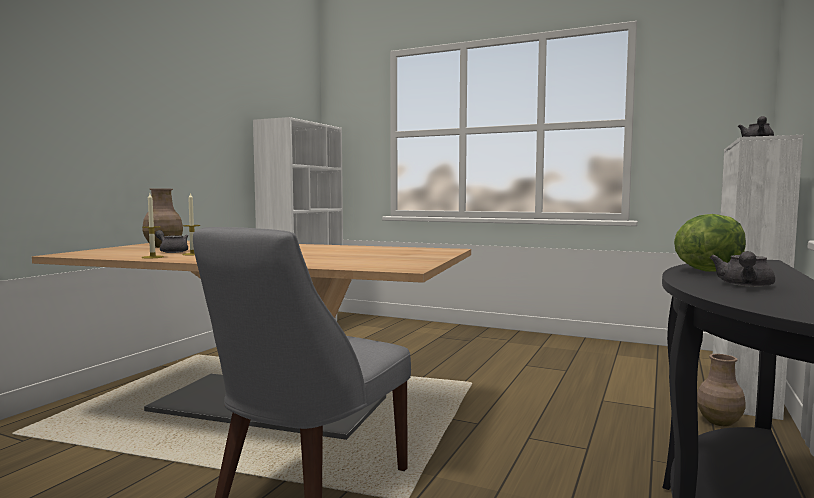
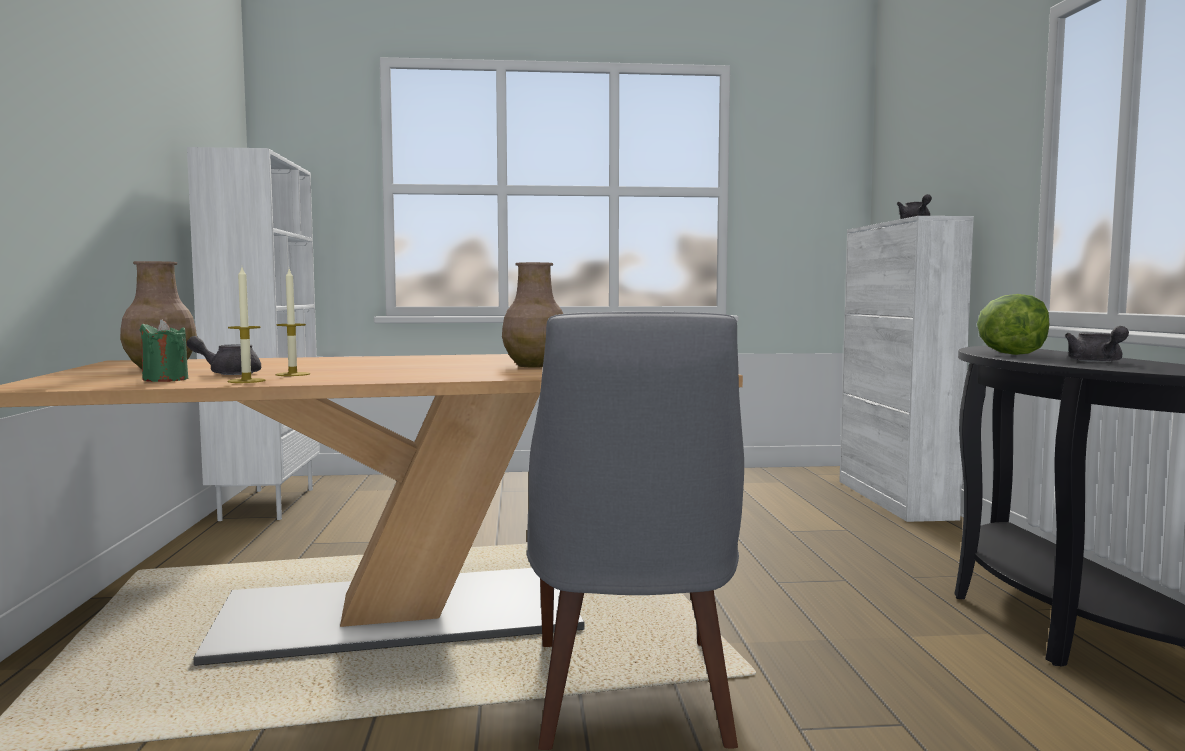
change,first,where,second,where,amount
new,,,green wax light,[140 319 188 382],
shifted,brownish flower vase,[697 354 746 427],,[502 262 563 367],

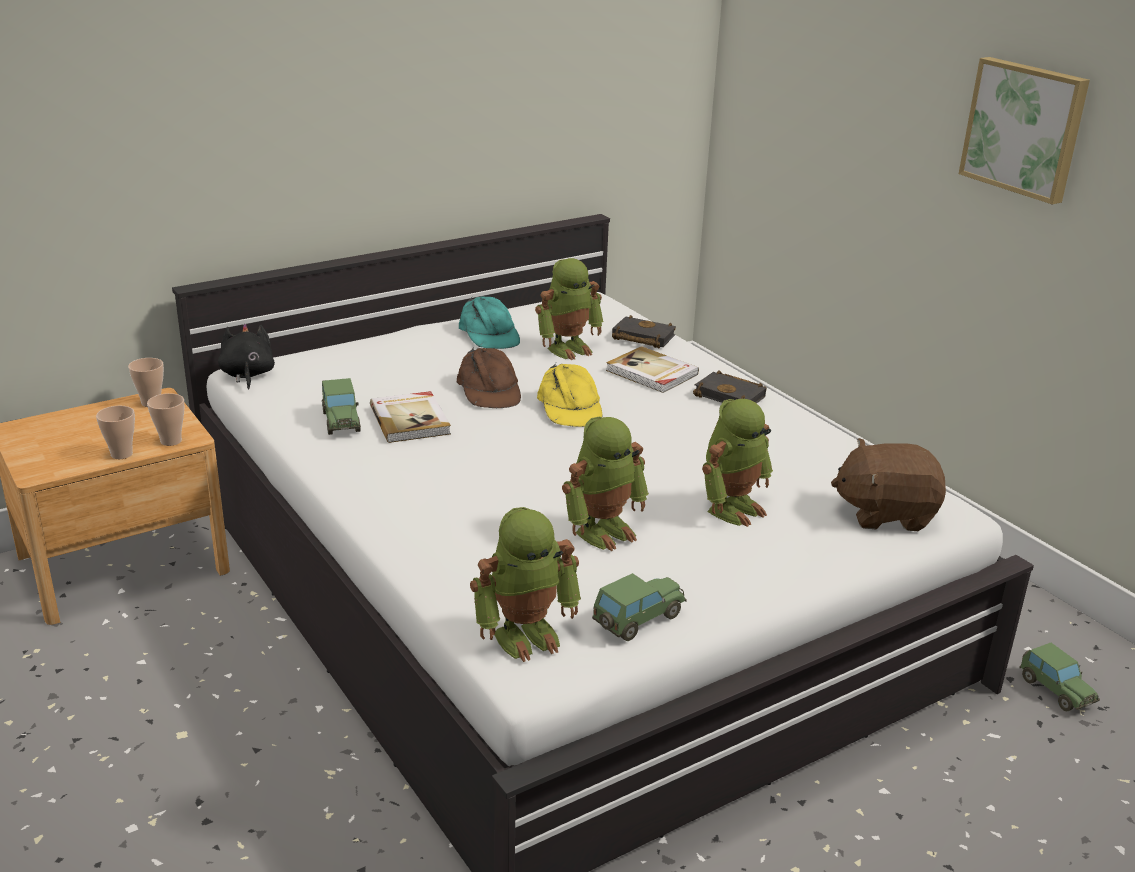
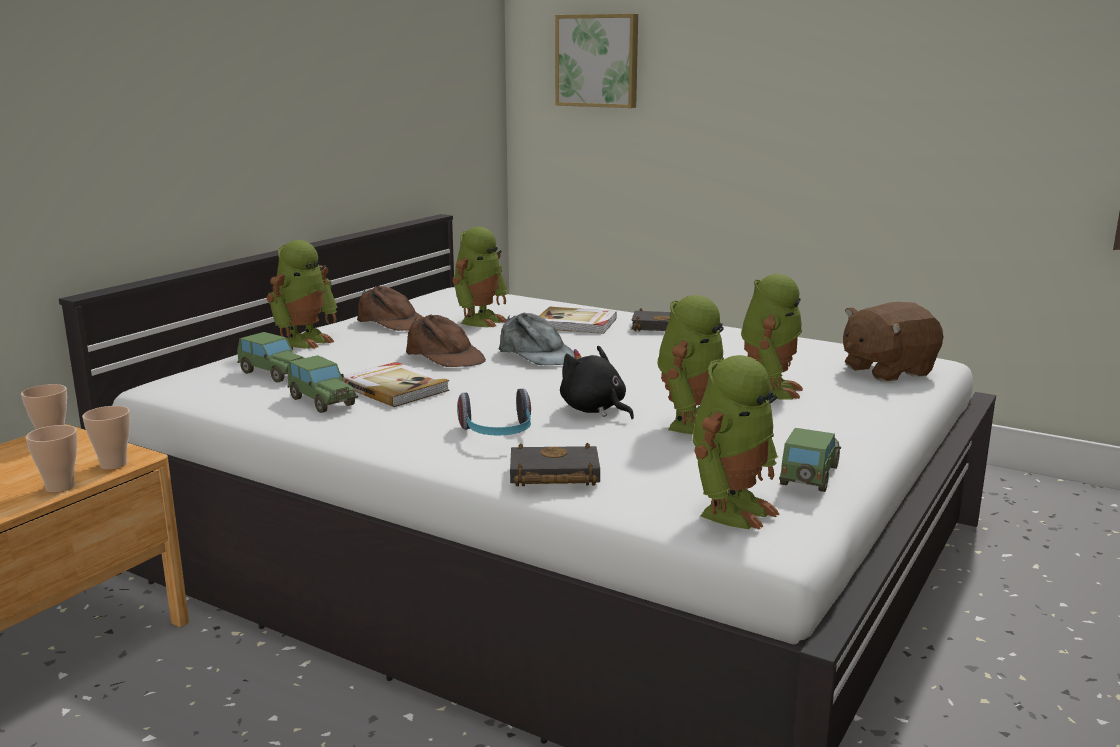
change,first,where,second,where,amount
shifted,toy car,[1019 643 1100 711],,[237 332 304 383],
new,,,model robot,[267 240 338 349],
repainted,turquoise-coloured baseball cap,[459 296 520 349],brownish baseball cap,[357 286 424 331],
new,,,headset,[457 388 531 436],
repainted,yellow baseball cap,[537 363 602 427],gray baseball cap,[499 313 575 365],
shifted,black-coloured volume,[612 315 676 348],,[510 442 600 486],
shifted,wall picture,[959 57 1090 204],,[555 14 638 108],
shifted,black-coloured cuddly toy,[218 324 275 390],,[560 345 634 419],

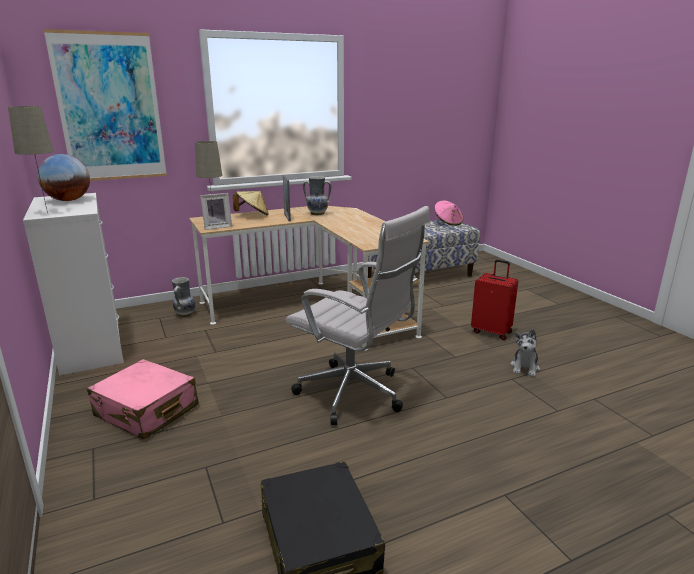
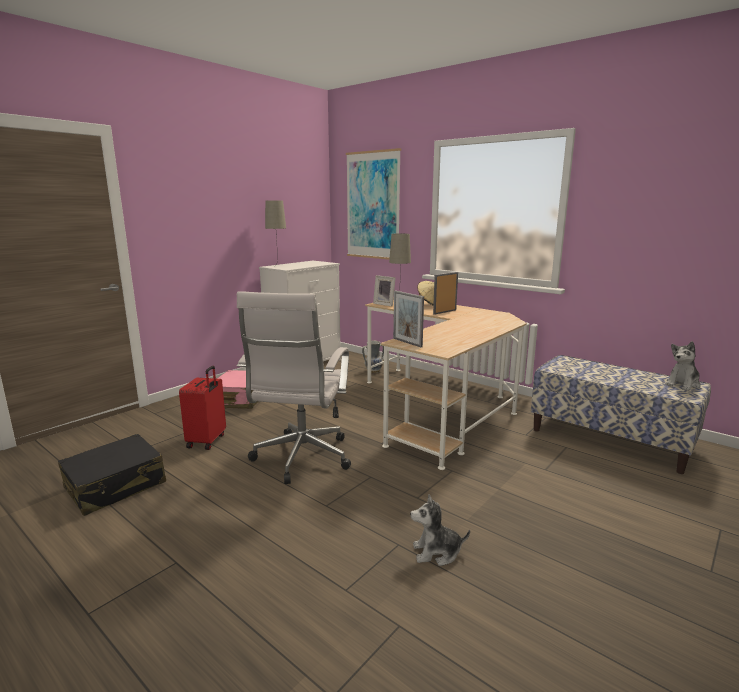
change,first,where,second,where,amount
shifted,red-coloured piece of luggage,[471 259 518 340],,[179 366 226 450],
new,,,picture frame,[393 291 424 347],
swapped,pink-coloured hat,[434 201 463 226],cuddly toy,[665 341 700 391],
gone,desk globe,[37 154 90 201],,,
gone,flower vase,[303 176 331 215],,,

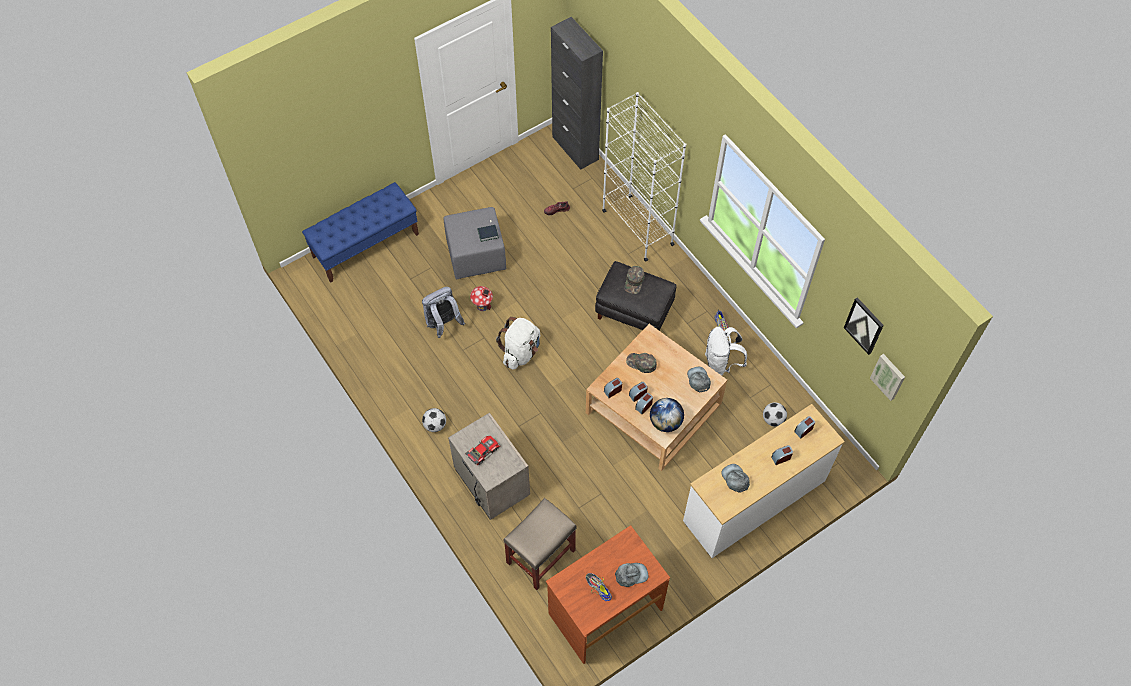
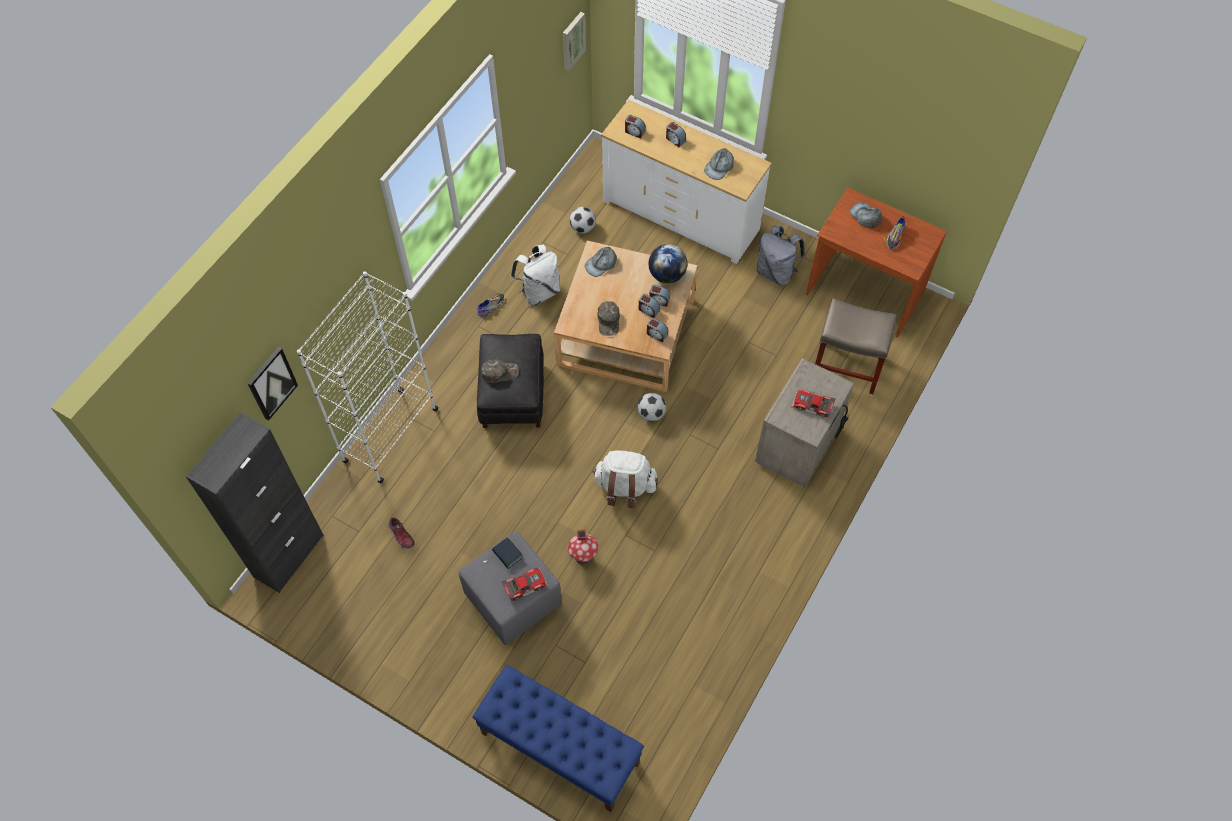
change,first,where,second,where,amount
shifted,wall picture,[844 297 884 355],,[247 347 298 421],
new,,,toy car,[502 568 548 601],
shifted,football ball,[422 408 446 432],,[637 393 666 422],
shifted,gray rucksack,[422 287 465 338],,[756 226 805 286],

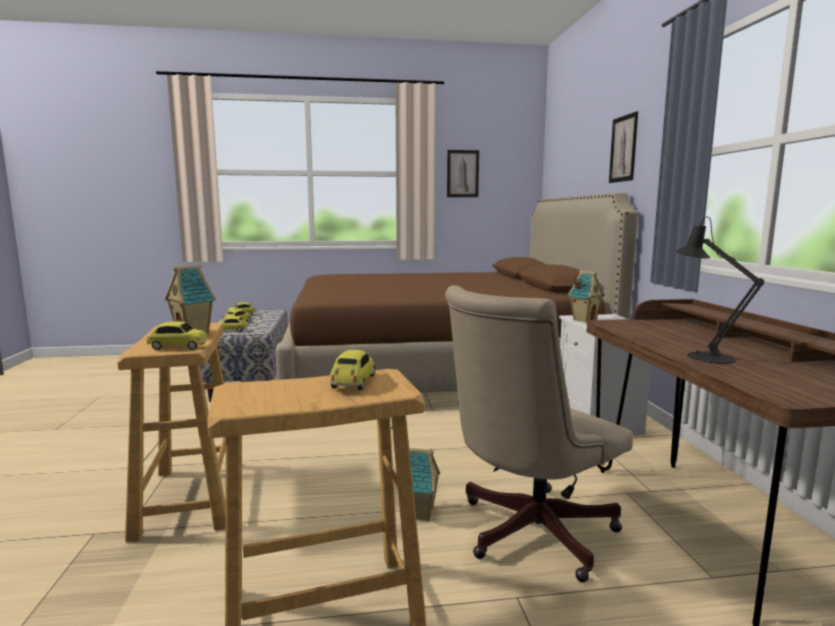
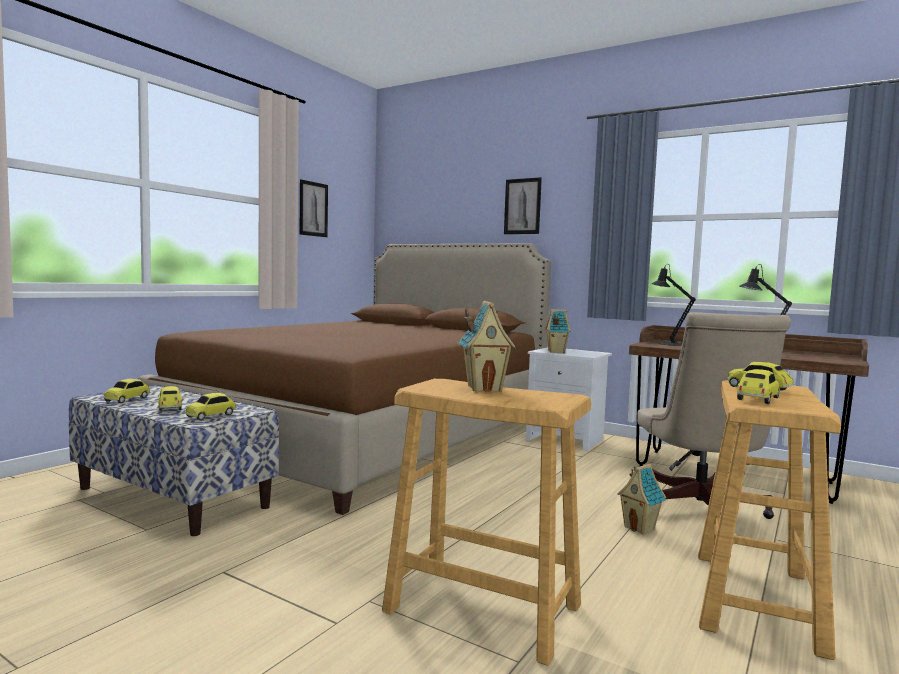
change,first,where,second,where,amount
new,,,black-coloured tabletop lamp,[651 264 696 346],
shifted,toy car,[146 321 208 350],,[737 369 780 404],

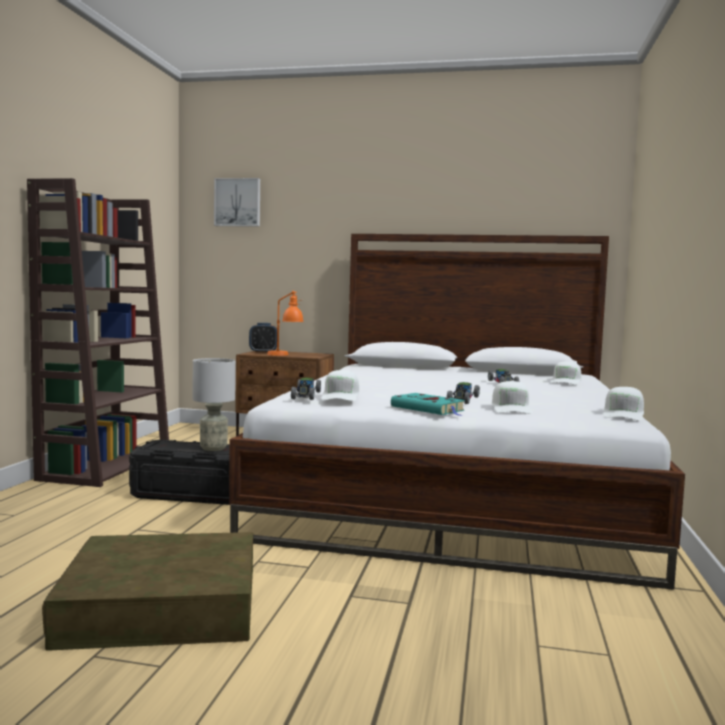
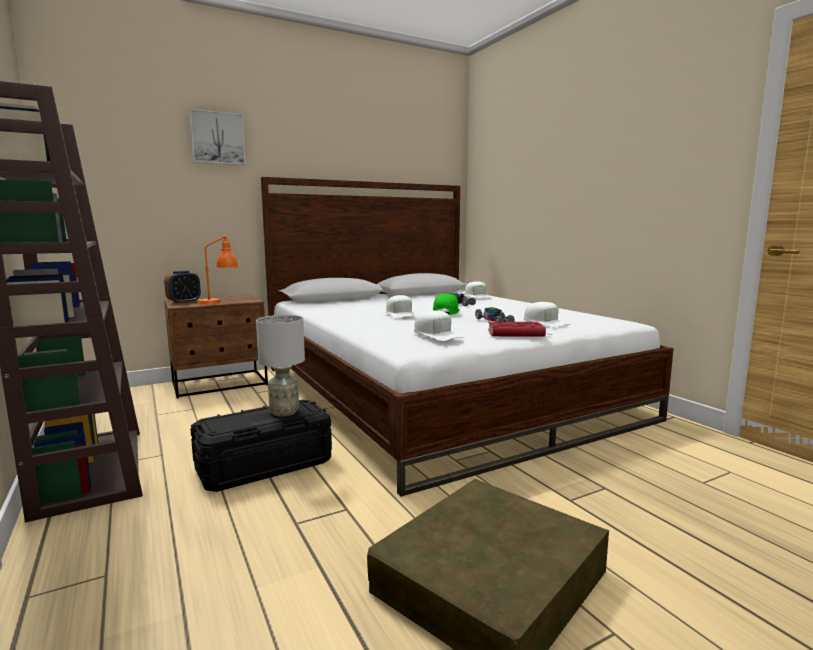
change,first,where,second,where,amount
shifted,wall picture,[214 178 260 227],,[189 109 245 165],
shifted,white-coloured baseball cap,[603 387 644 421],,[386 295 417 318],
new,,,green baseball cap,[433 294 460 315],
repainted,turquoise-coloured volume,[391 393 465 416],red-coloured volume,[488 322 552 337],
gone,toy car,[291 378 321 400],,,

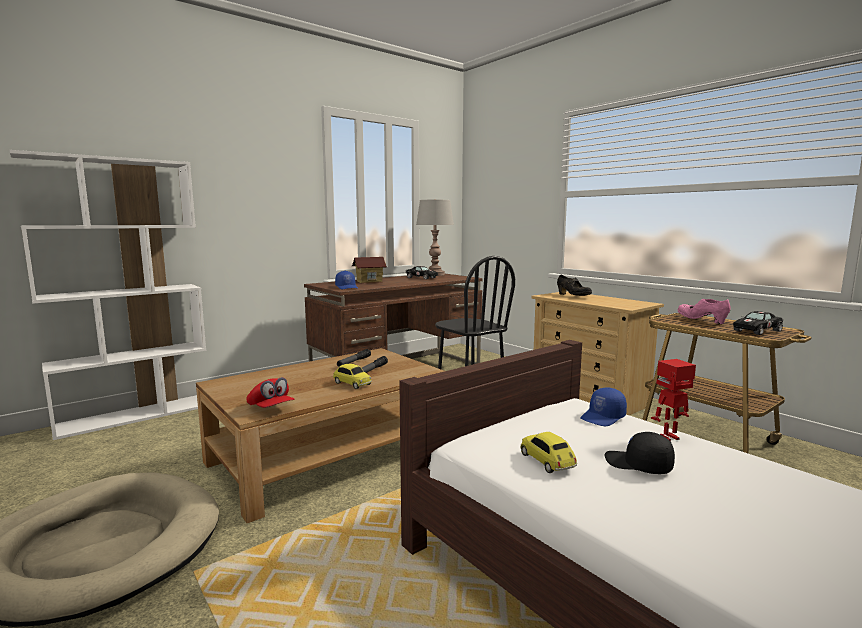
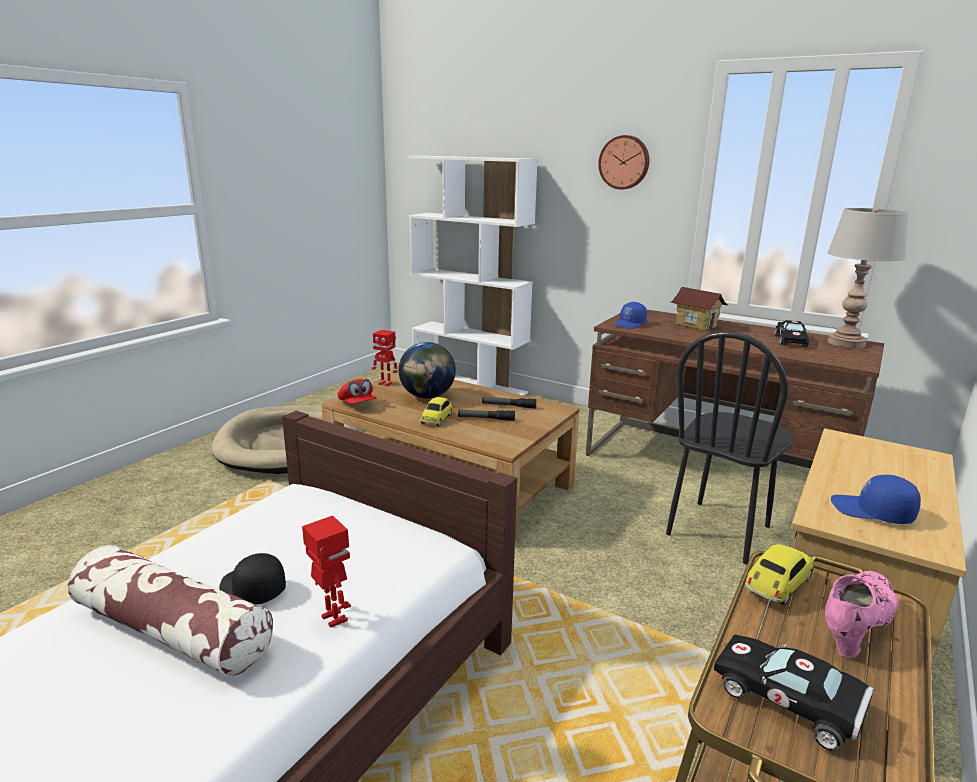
change,first,where,second,where,amount
new,,,throw pillow,[68 545 273 677],
rotated,black-coloured baseball cap,[604 432 675 474],,[219 553 286 605],75 degrees counterclockwise
rotated,red-coloured baseball cap,[246 377 295 408],,[338 379 377 404],60 degrees counterclockwise
new,,,model robot,[371 330 398 386],
new,,,desk globe,[399 342 456 399],
new,,,clock on the wall,[598 135 649 190],
shifted,toy car,[520 432 577 473],,[745 544 814 606],
shifted,blue baseball cap,[580 387 627 426],,[831 475 921 524],
gone,black-coloured shoe,[557 274 592 296],,,

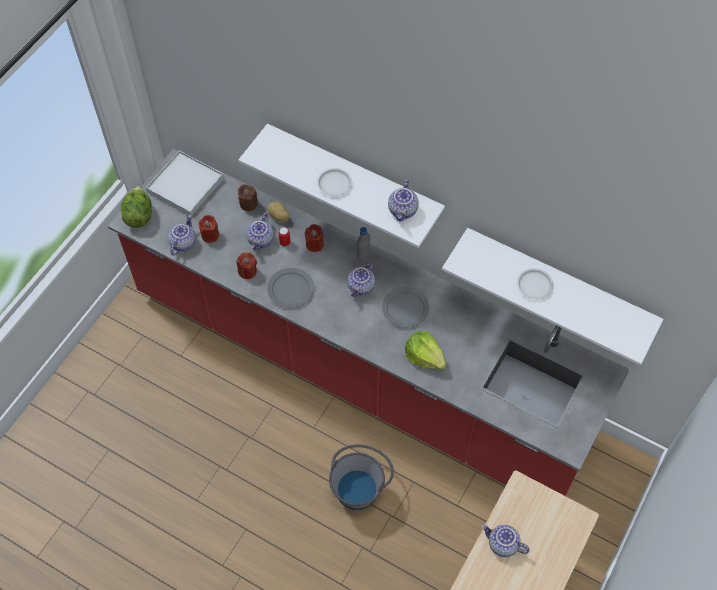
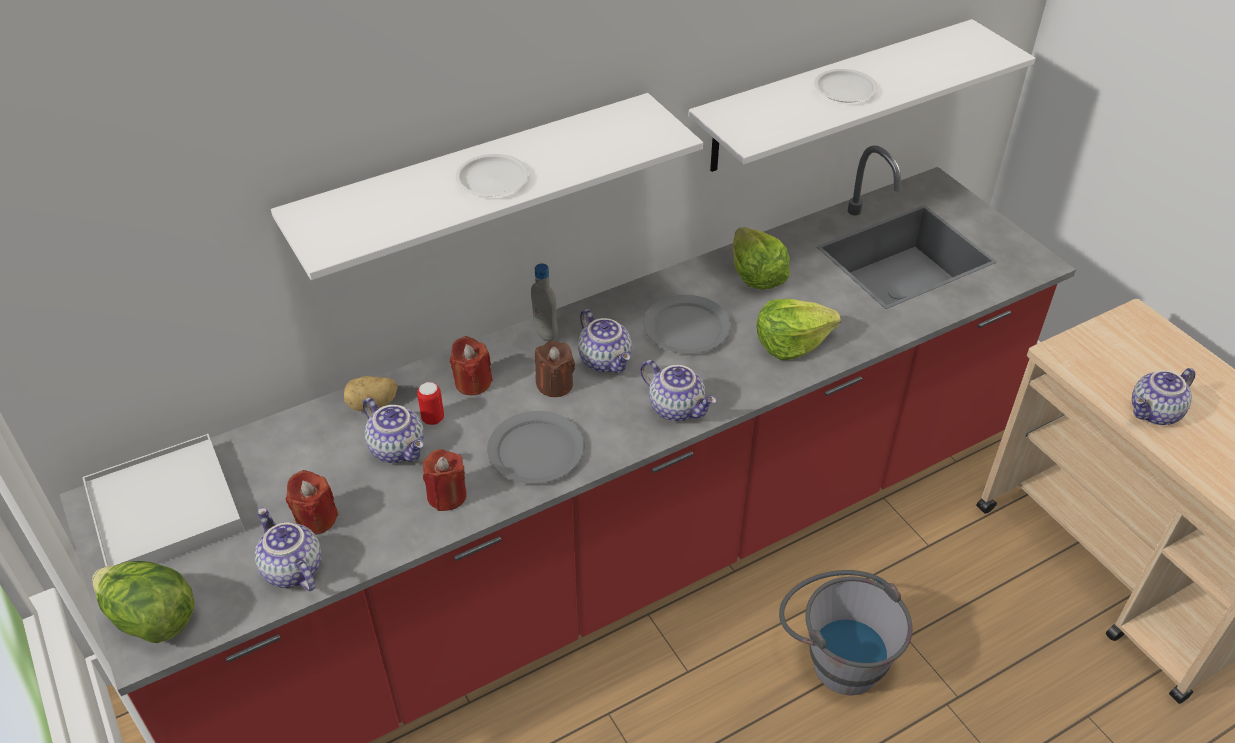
change,first,where,second,where,amount
shifted,brownish wax light,[238 184 258 211],,[535 341 575 397],
shifted,pot for tea,[388 179 419 222],,[640 360 717 421],
new,,,lettuce,[733 227 790 290],

